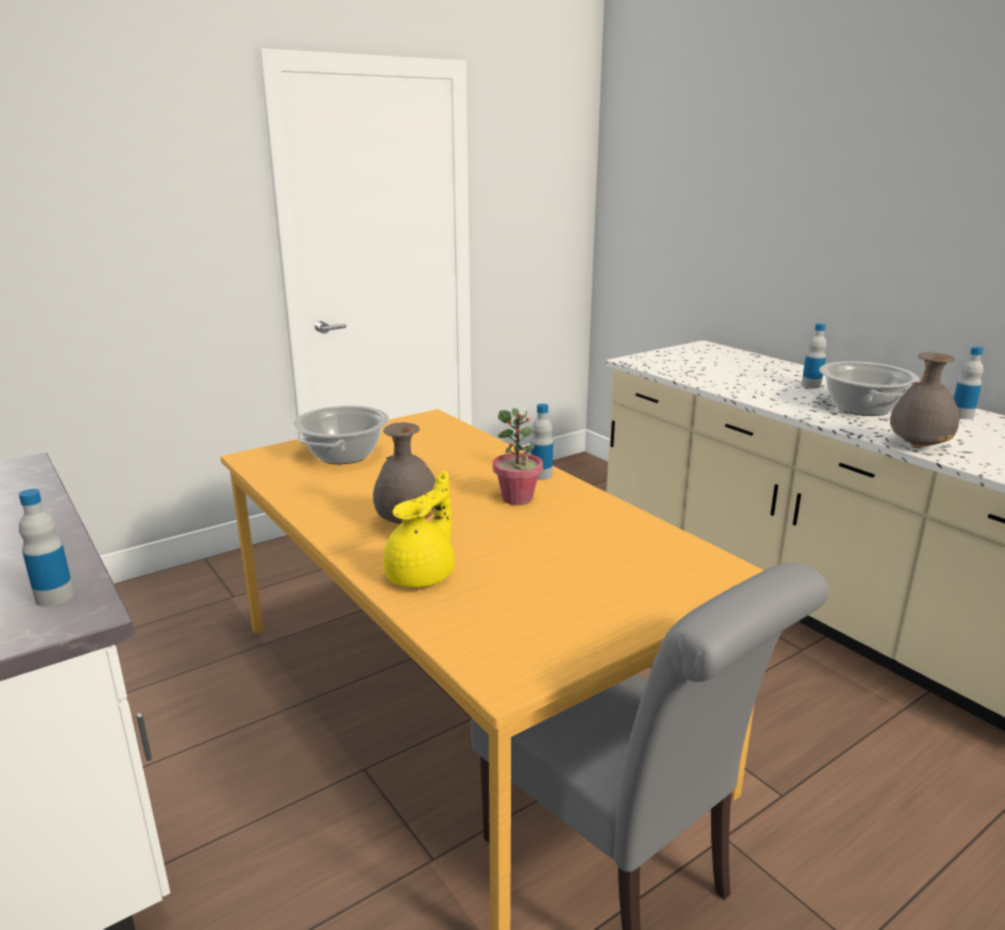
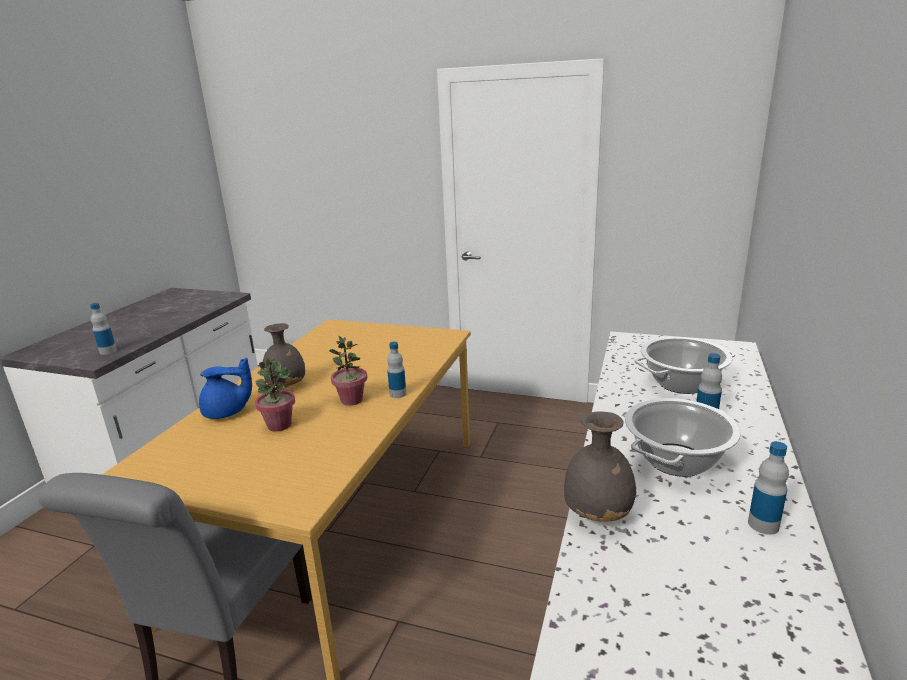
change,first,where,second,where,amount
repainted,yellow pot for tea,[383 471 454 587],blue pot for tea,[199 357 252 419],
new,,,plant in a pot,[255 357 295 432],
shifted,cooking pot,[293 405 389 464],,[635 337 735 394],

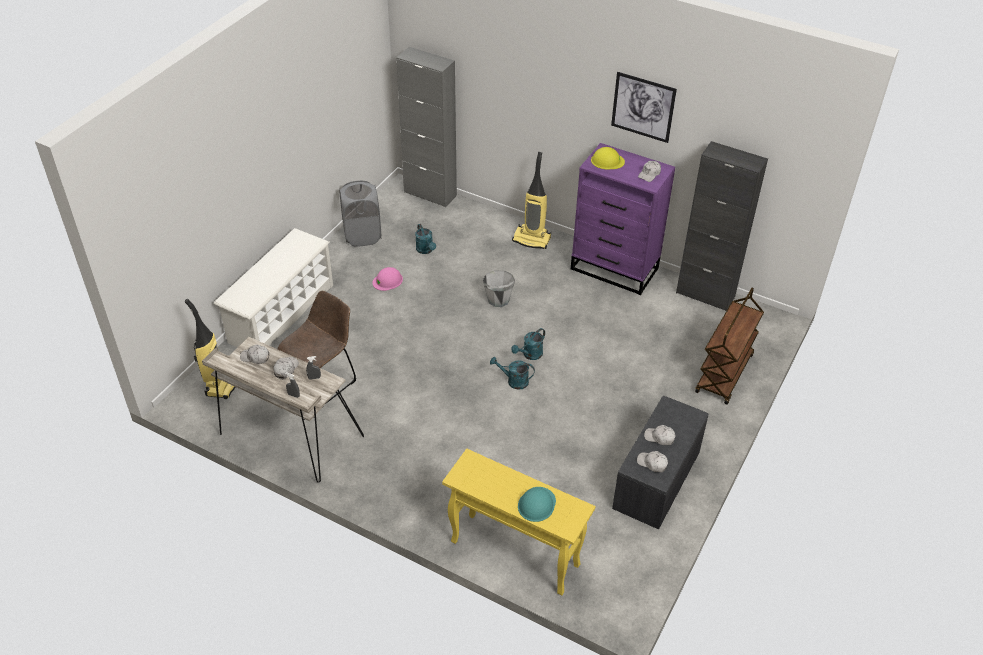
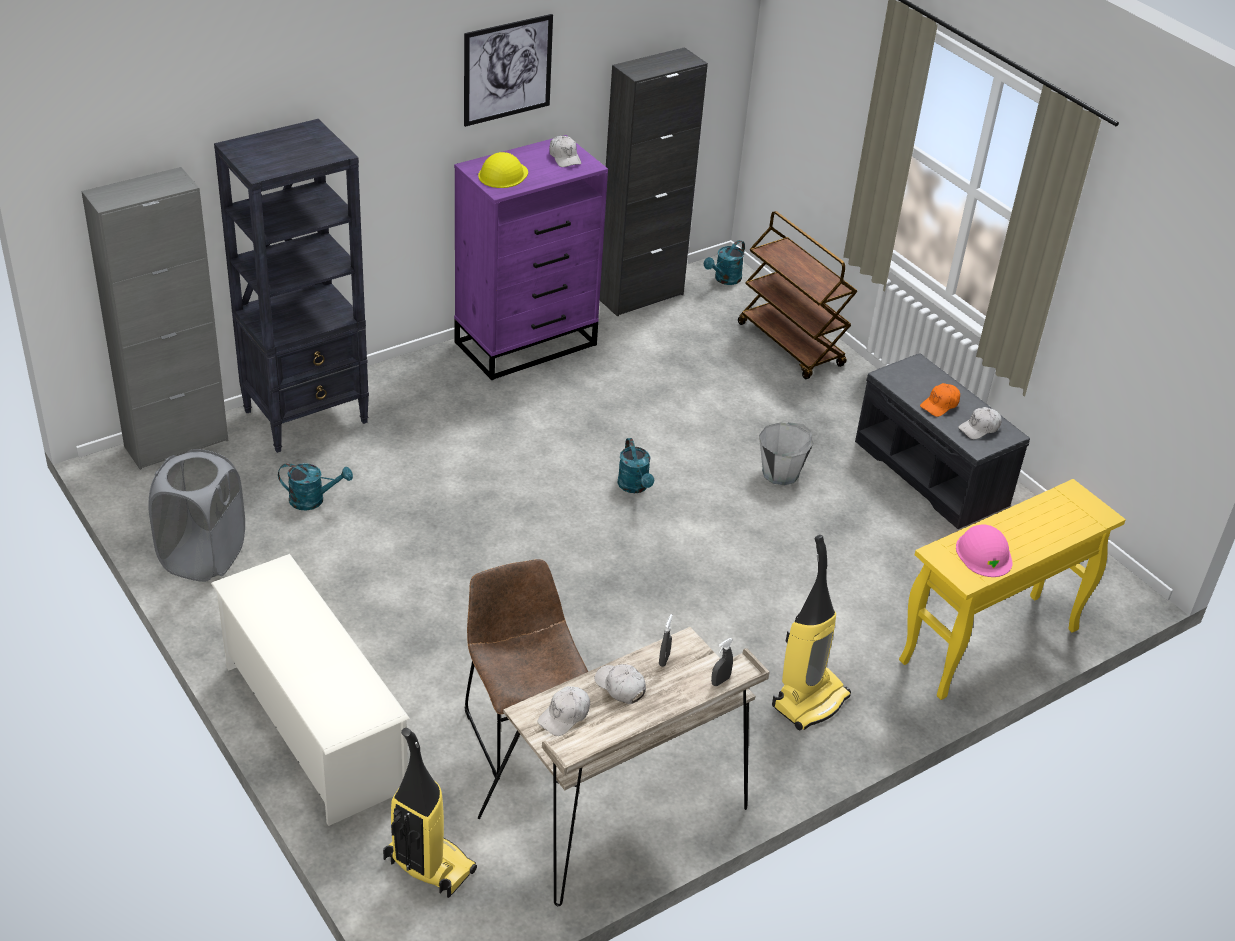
change,first,where,second,where,amount
new,,,black-coloured bookshelf,[214 119 369 453],
shifted,turquoise-coloured watering pot,[490 357 535 390],,[704 240 745 285],
shifted,gray bucket,[483 270 515 307],,[759 422 813 486],
shifted,vacuum cleaner,[512 152 551 249],,[772 535 851 730],
repainted,white-coloured baseball cap,[644 425 675 445],orange-coloured baseball cap,[920 383 960 417],
shifted,pink-coloured safety helmet,[372 267 403 291],,[956 525 1013 577],
gone,turquoise-coloured safety helmet,[518 487 556 522],,,

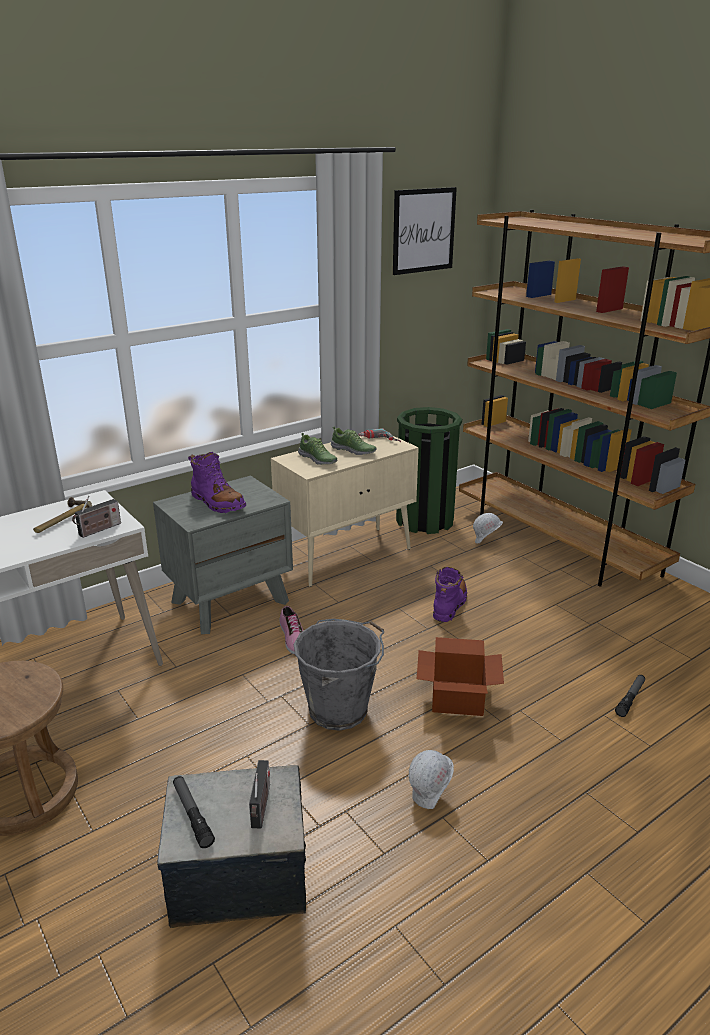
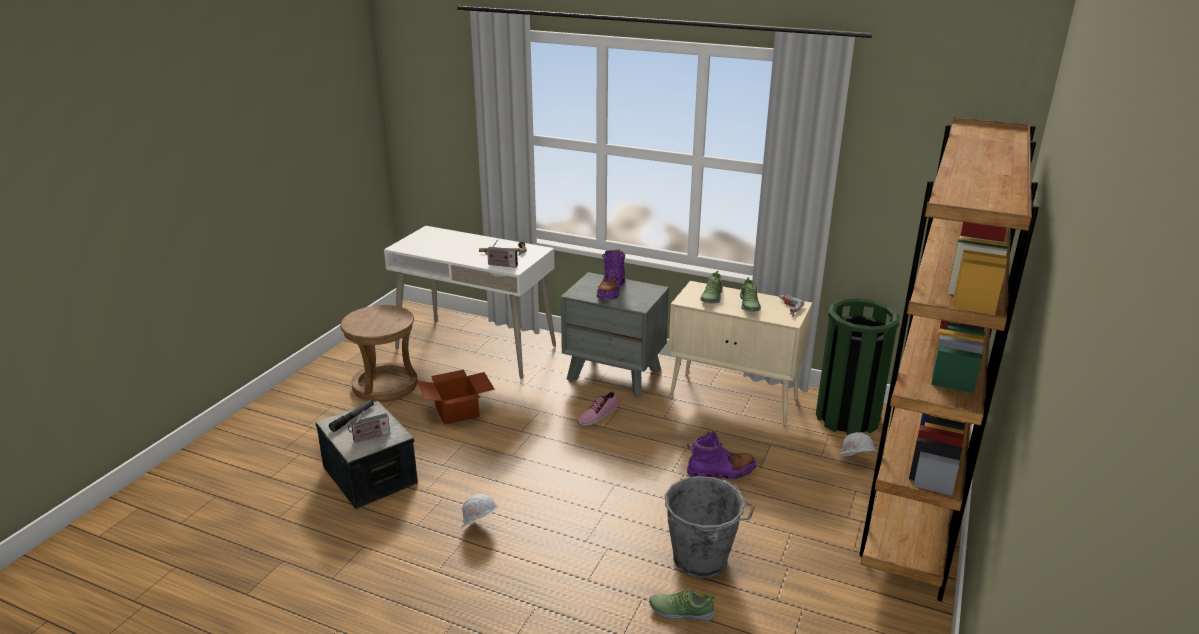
change,first,where,second,where,amount
shifted,carton,[417 637 504 716],,[417 370 495 425],
swapped,hand torch,[615 675 645 717],shoe,[649 588 715 622],
shifted,gray bucket,[294 619 384 731],,[665 476 755 578],
gone,wall picture,[393 187 457 275],,,

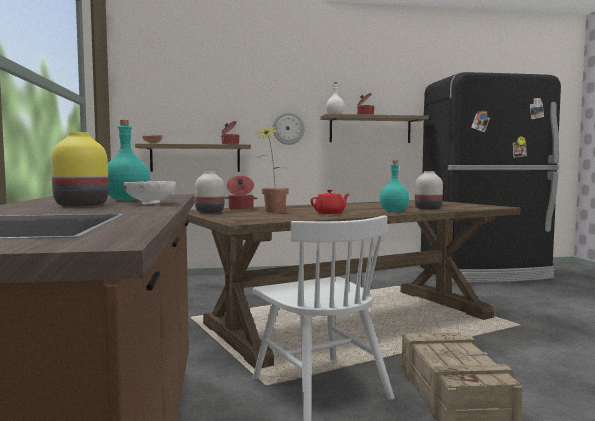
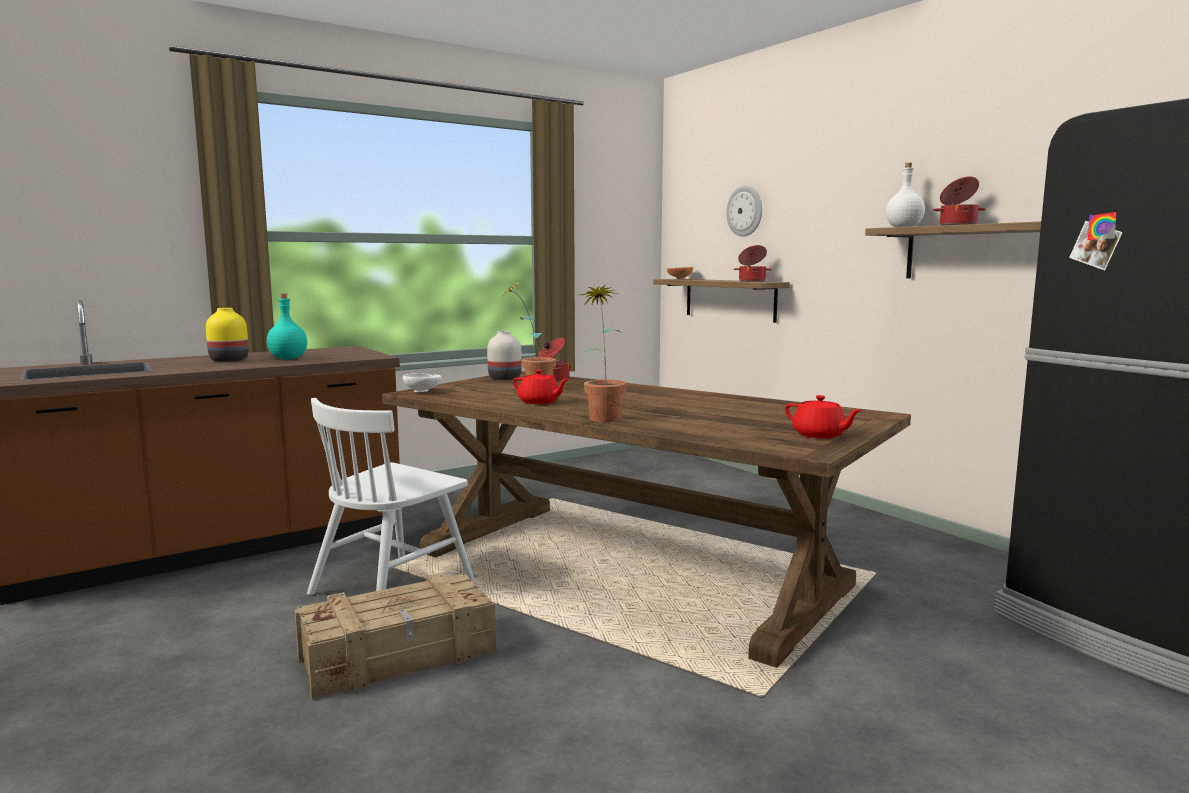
change,first,where,second,where,amount
shifted,white-coloured bowl,[124 181 176 204],,[403 373 441 392],
swapped,turquoise-coloured beverage bottle,[380 161 409 212],plant in a pot,[578 284 627 422],
shifted,clock on the wall,[273 112 305 145],,[726 186 762 237],
new,,,red-coloured pot for tea,[785 395 862 439],
gone,white-coloured flower vase,[415 171 443 210],,,

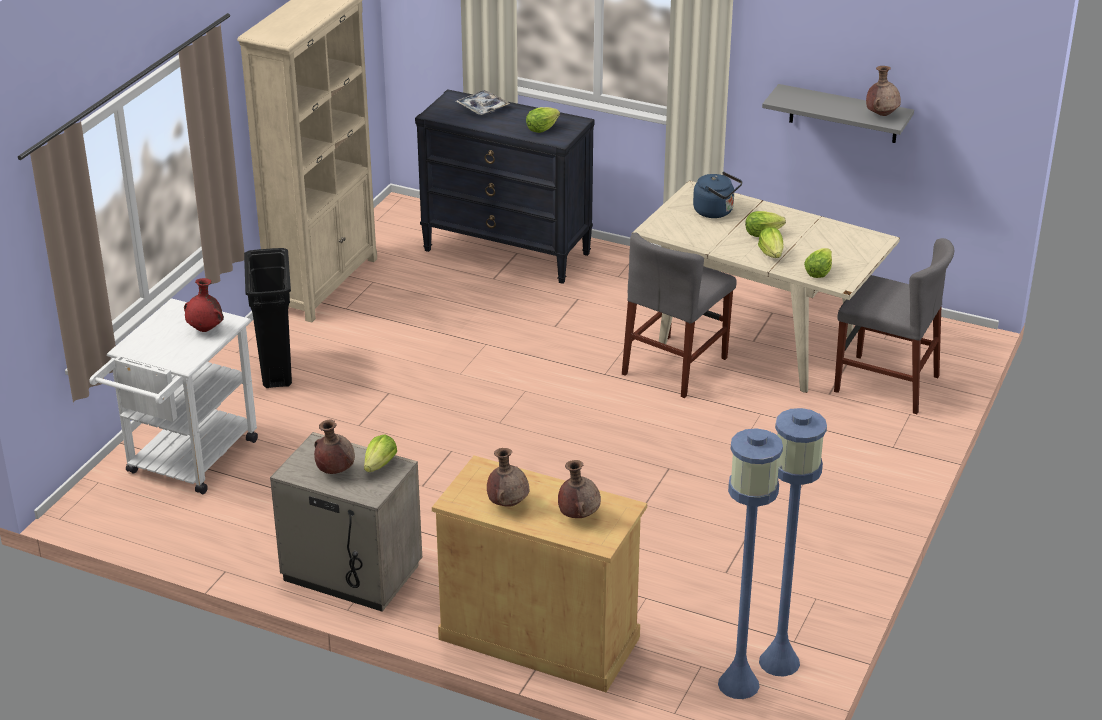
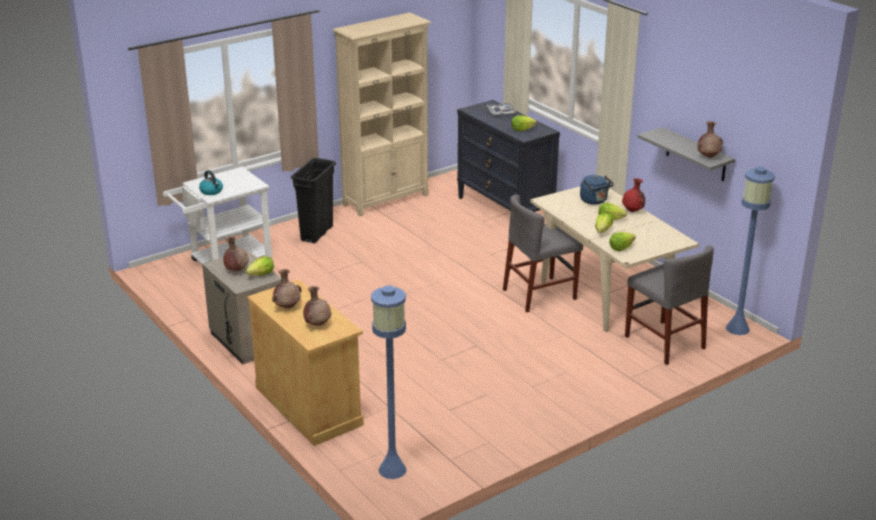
change,first,where,second,where,amount
new,,,tea kettle,[199 170 223 195],
shifted,red-coloured flower vase,[184 278 224 332],,[622 178 645 212],
shifted,blue floor lamp,[759 408 827 677],,[726 166 775 335],

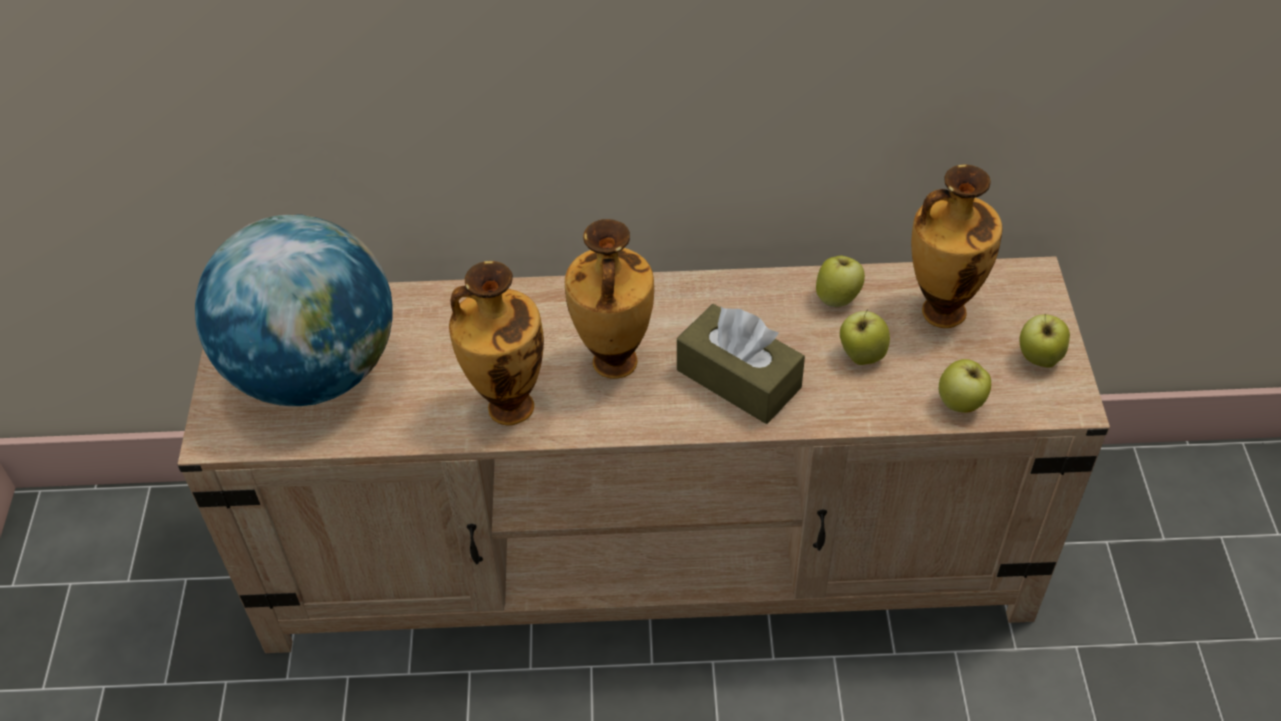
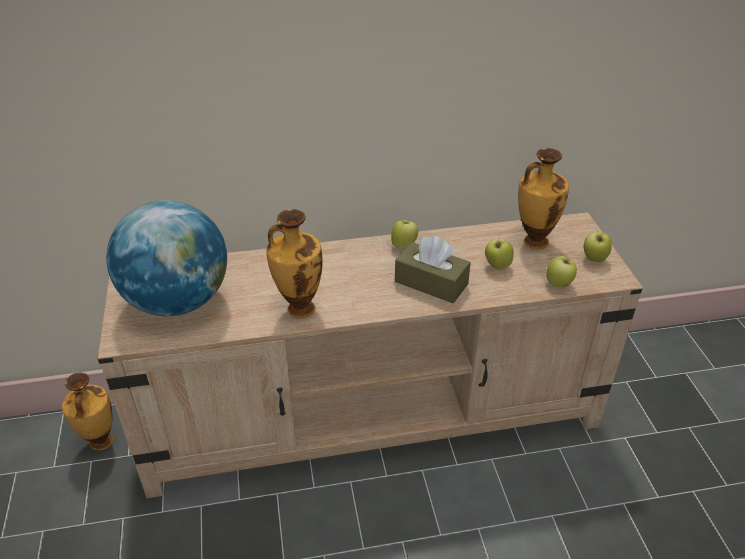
change,first,where,second,where,amount
shifted,flower vase,[565 219 654 379],,[62 372 113 451],
shifted,apple fruit,[816 256 865 307],,[391 220 418 250],

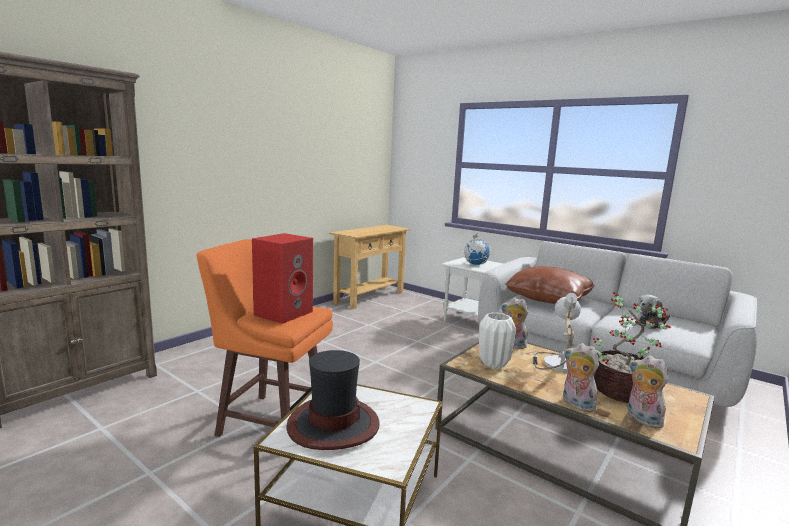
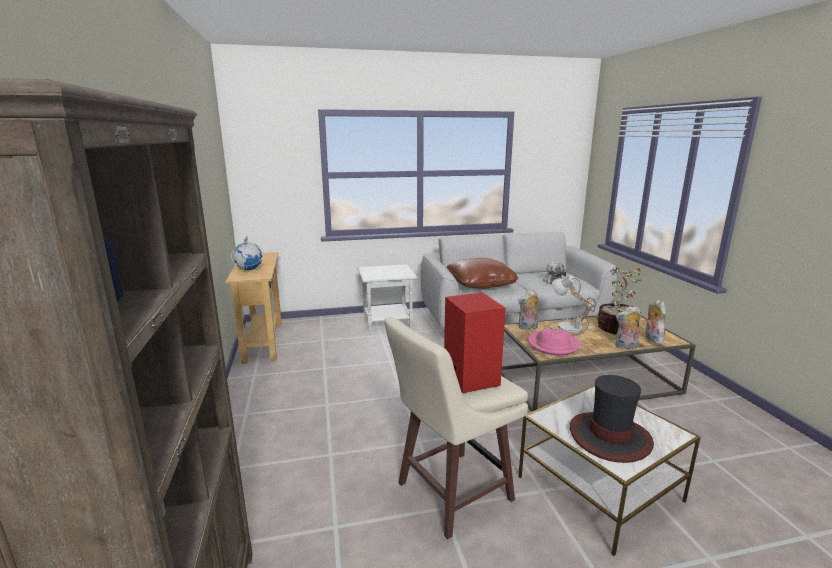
change,first,where,second,where,amount
shifted,desk globe,[462 233 491 265],,[231 237 264 270],
repainted,orange-coloured stool,[196 239 333 437],beige-coloured stool,[384 317 528 539],
swapped,white-coloured flower vase,[479 313 516 368],pink-coloured hat,[528 328 581 356],
rotated,cuddly toy,[628 355 669 428],,[645 300 666 344],75 degrees clockwise

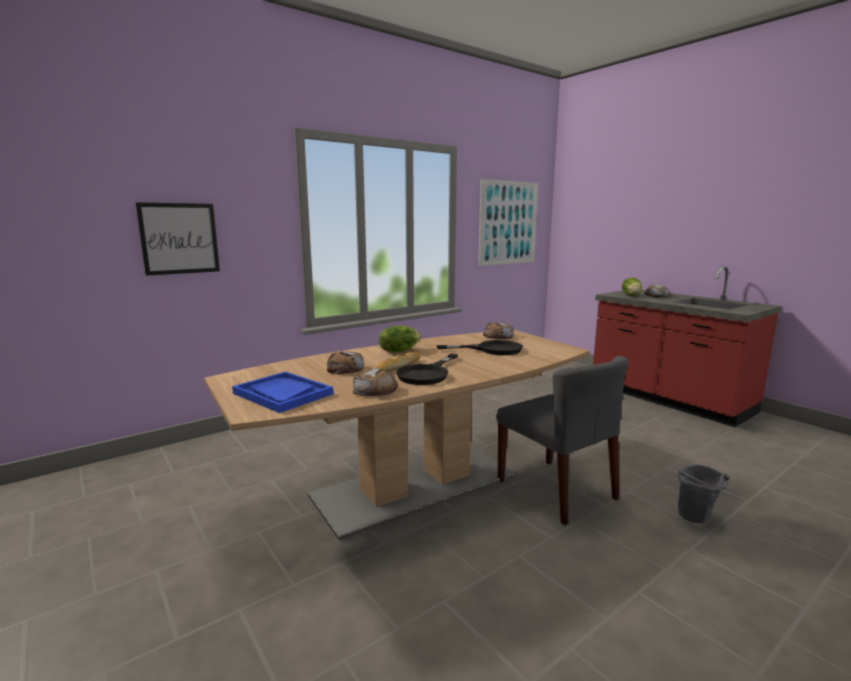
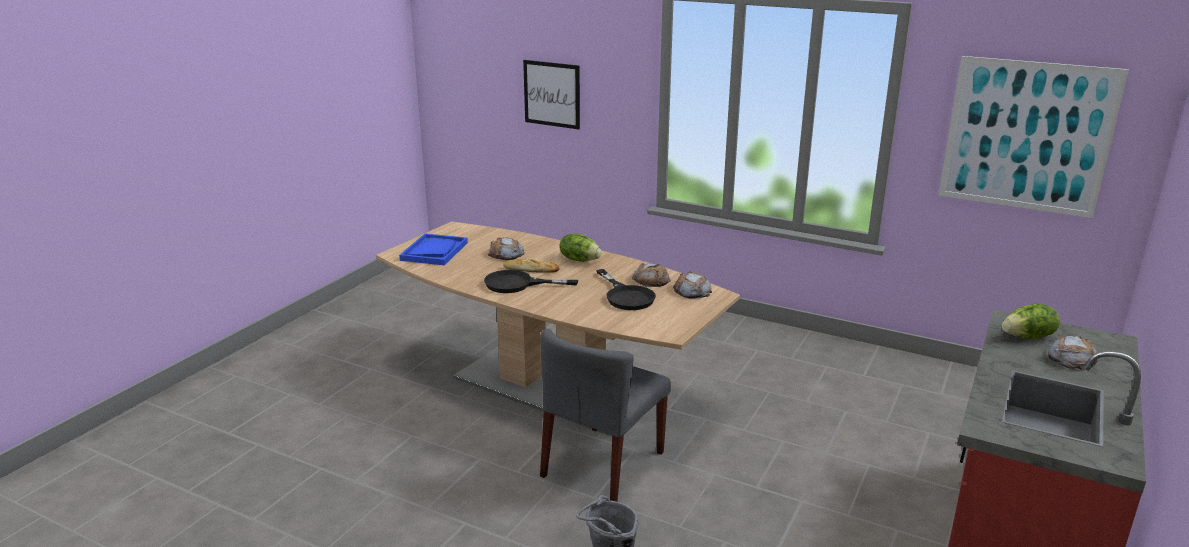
change,first,where,second,where,amount
shifted,bread,[353 368 398 396],,[632 263 671 287],

